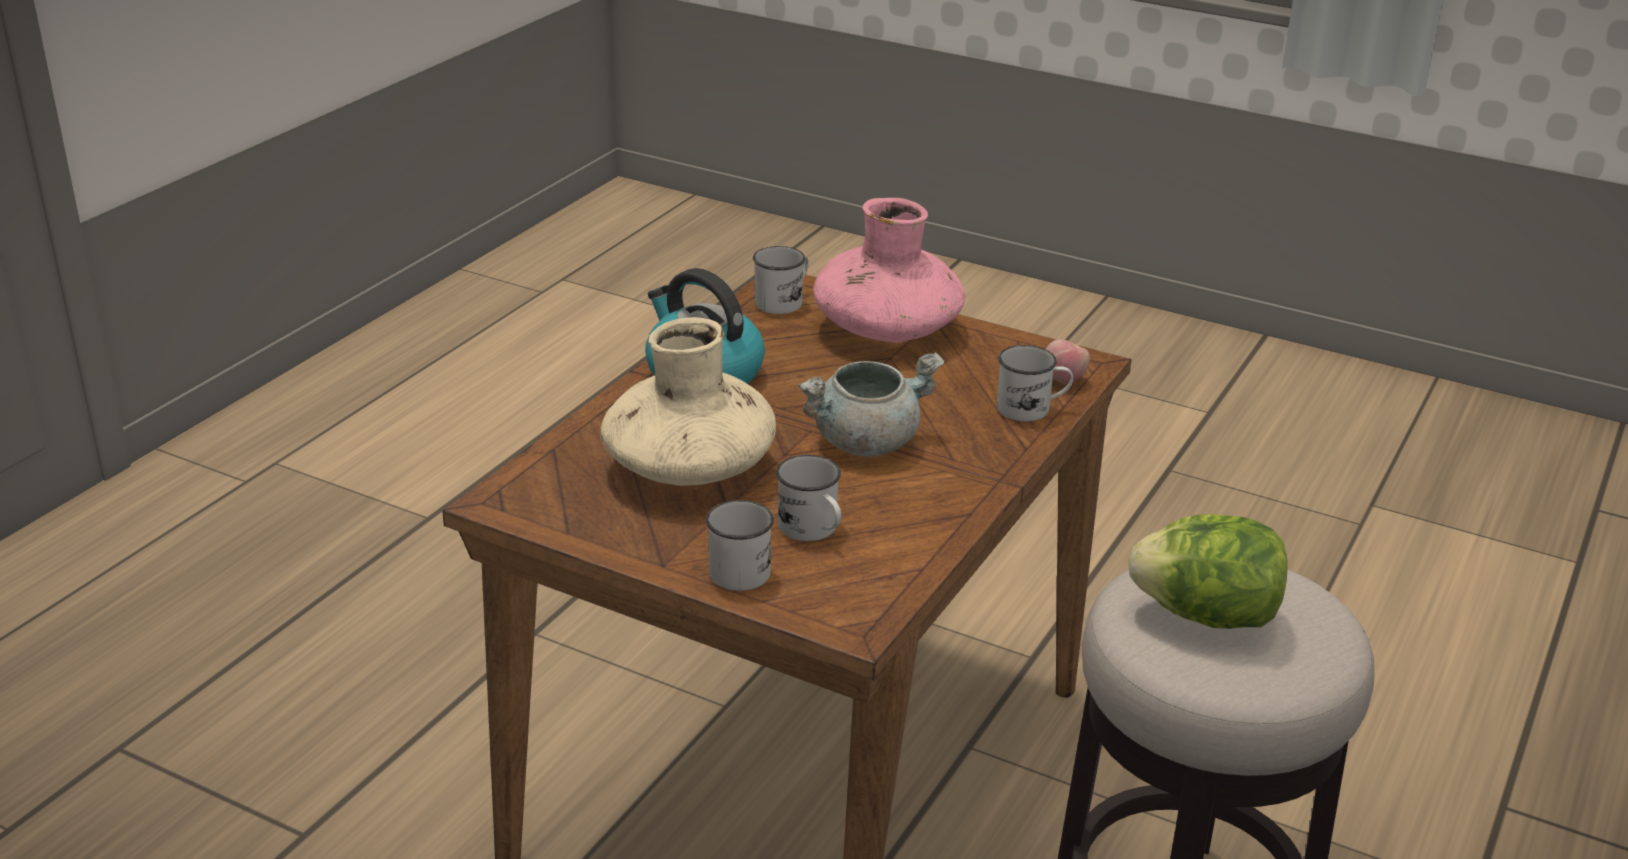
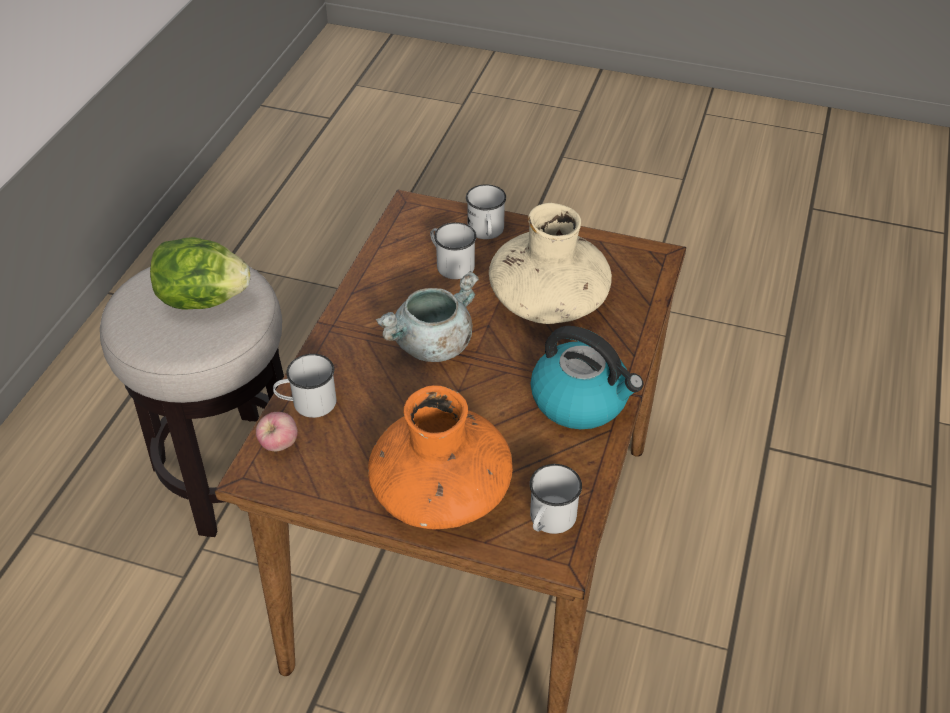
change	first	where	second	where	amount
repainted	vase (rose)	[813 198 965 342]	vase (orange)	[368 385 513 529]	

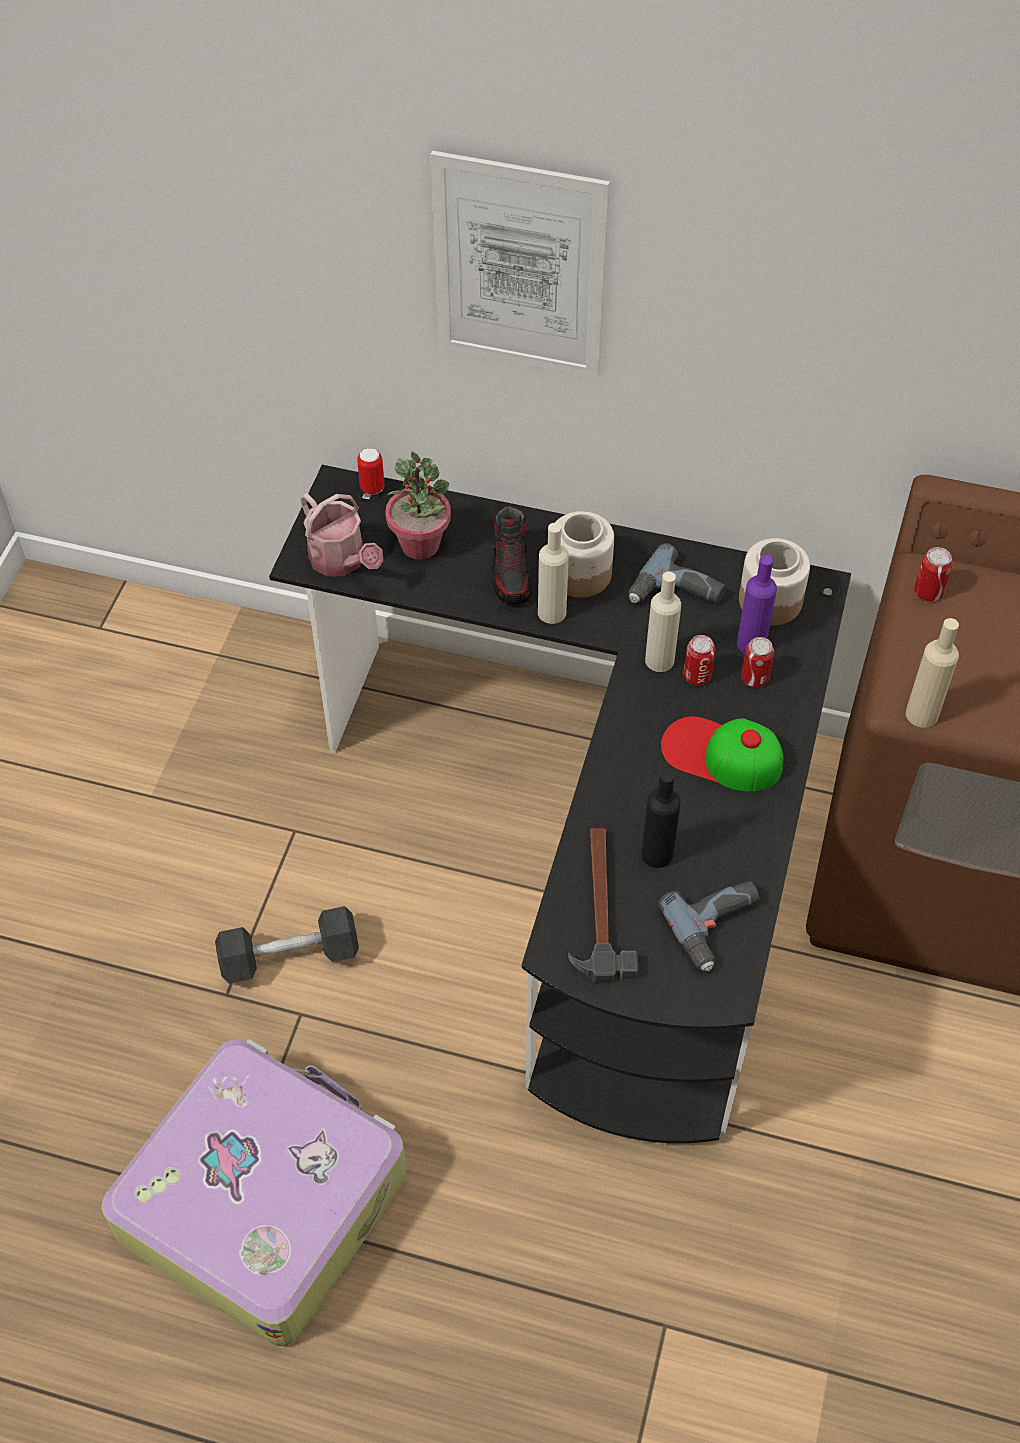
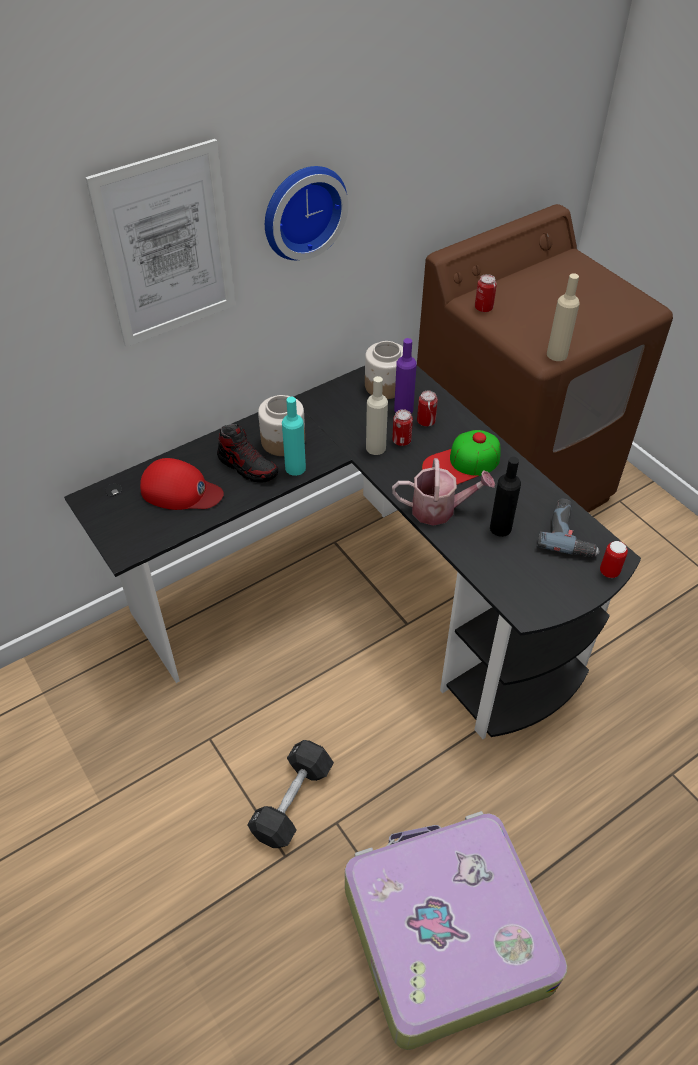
change	first	where	second	where	amount
shifted	arrosoir	[300 493 383 576]		[392 458 495 526]	
shifted	boîte métallique	[357 448 384 495]		[600 541 628 578]	
swapped	plante en pot	[385 451 451 559]	casquette (rouge)	[140 458 224 510]	
repainted	bouteille (beige)	[538 523 569 624]	bouteille (turquoise)	[282 397 306 476]	
gone	marteau	[568 828 638 982]			
gone	perceuse	[628 543 726 603]			
new			horloge murale	[265 166 348 260]	

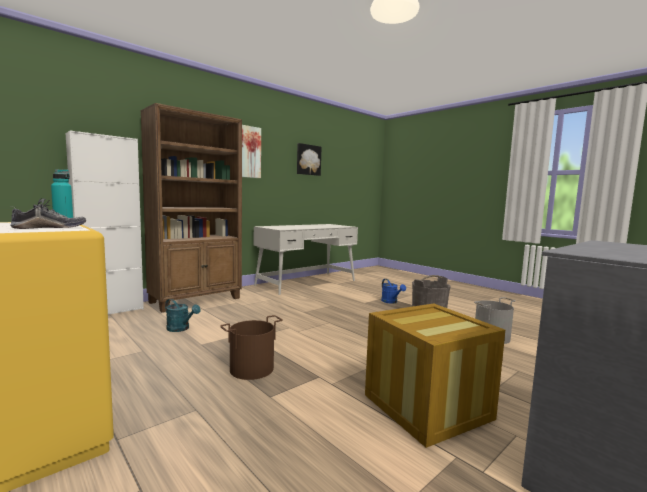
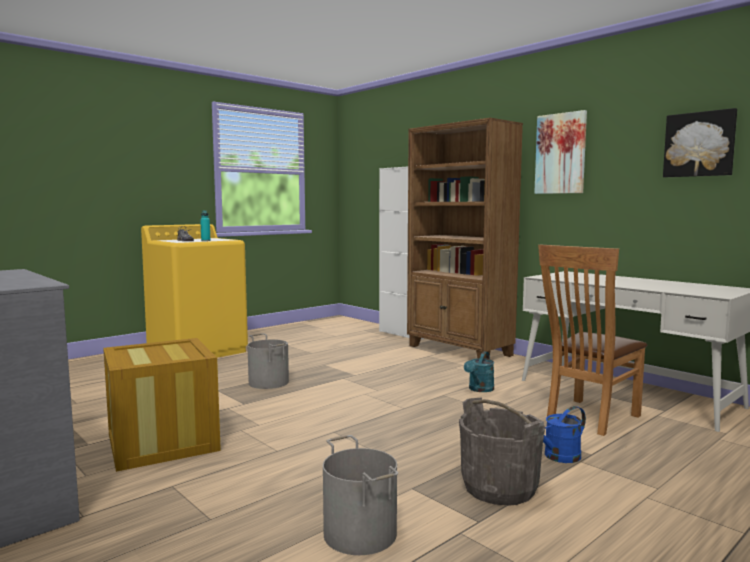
change	first	where	second	where	amount
shifted	arrosoir (turquoise)	[165 299 200 332]		[464 351 494 392]	
repainted	seau (marron)	[220 315 283 380]	seau (gris)	[248 333 289 389]	
new			chaise (marron)	[538 244 647 436]	

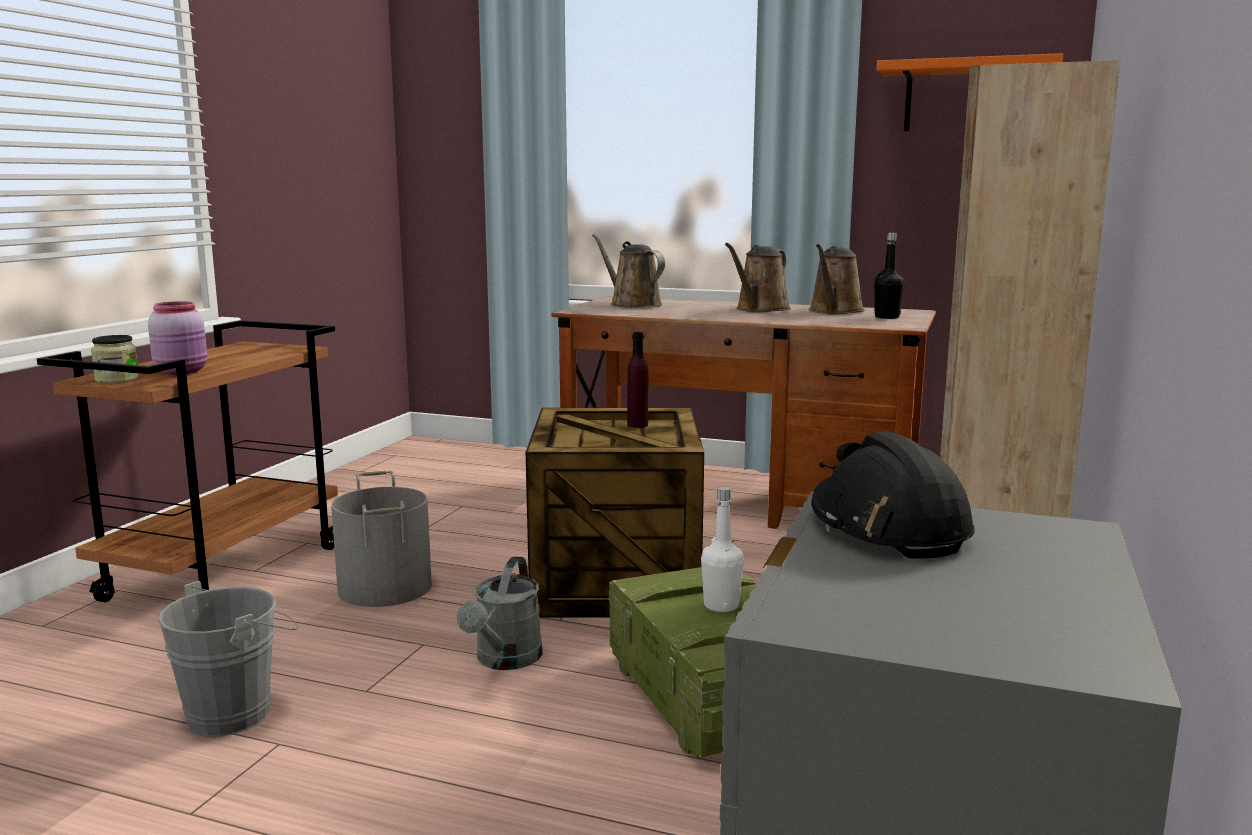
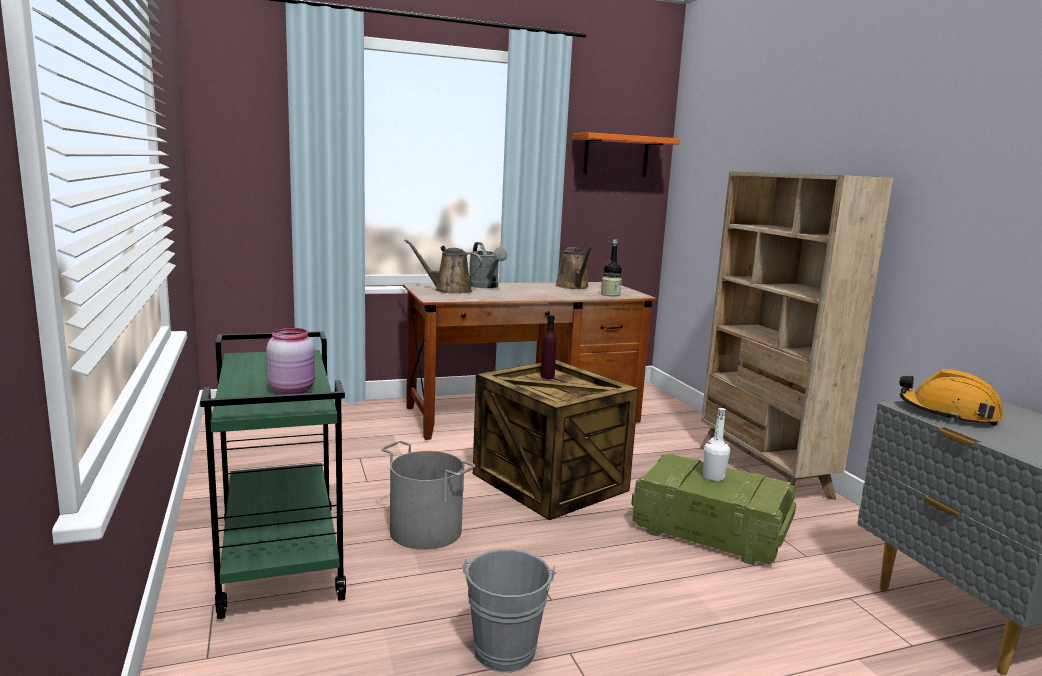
change	first	where	second	where	amount
repainted	chariot (marron)	[37 320 338 602]	chariot (vert)	[200 331 346 619]	
shifted	bocal	[91 335 139 383]		[601 273 622 296]	
shifted	arrosoir (gris)	[457 556 542 670]		[469 242 507 288]	
gone	arrosoir (marron)	[725 243 791 312]			
repainted	casque de chantier (noir)	[811 431 975 559]	casque de chantier (orange)	[900 369 1003 426]	

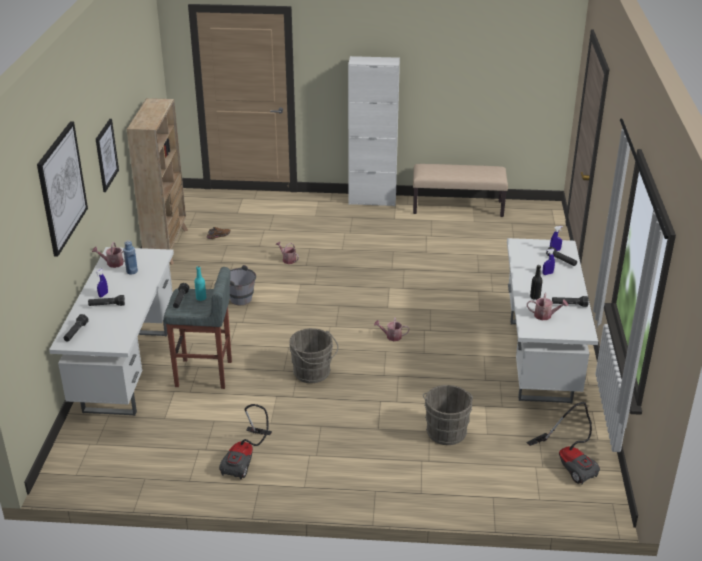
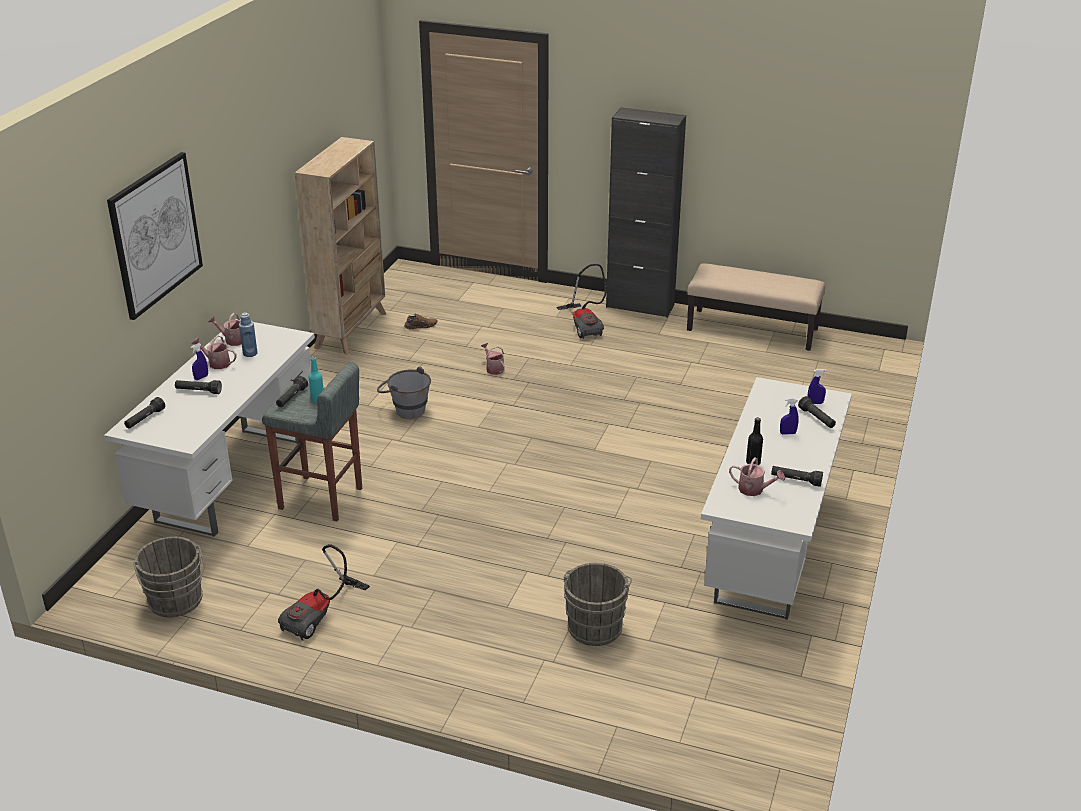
change	first	where	second	where	amount
gone	tableau	[96 119 119 192]			
shifted	seau (gris)	[289 328 338 383]		[133 537 205 617]	
repainted	meuble de rangement (blanc)	[348 56 400 207]	meuble de rangement (noir)	[606 107 686 318]	
shifted	arrosoir	[374 317 409 341]		[192 335 237 369]	
shifted	aspirateur	[527 402 600 485]		[557 264 607 339]	

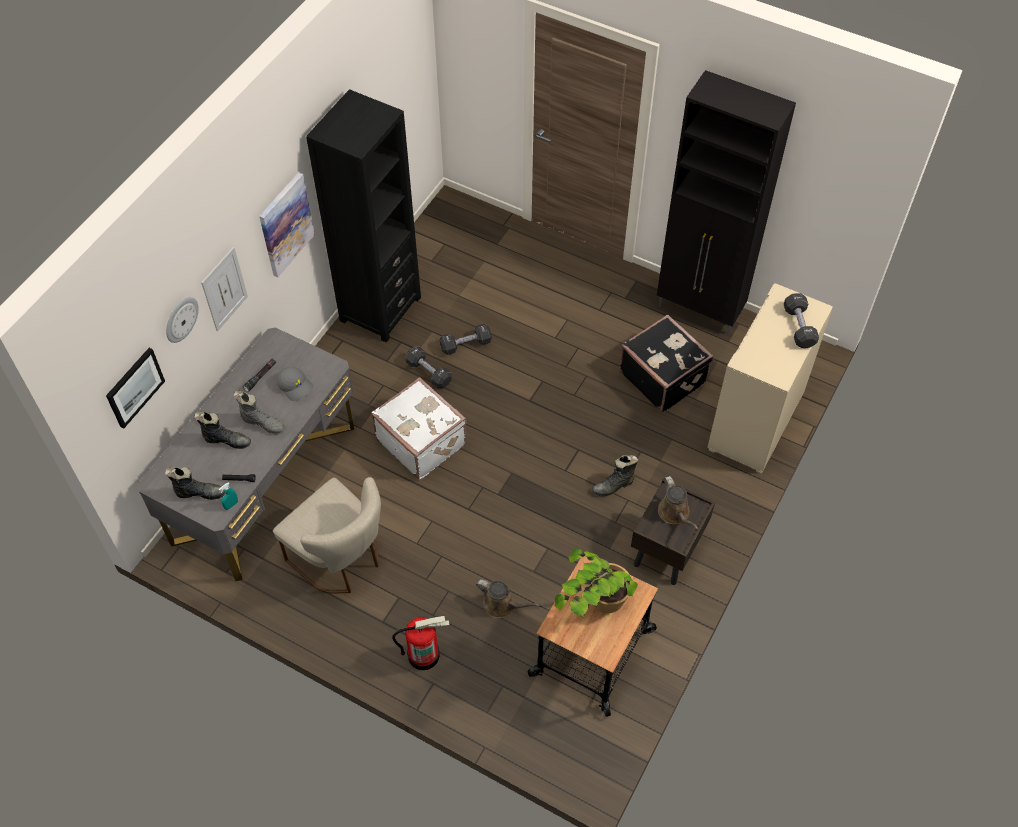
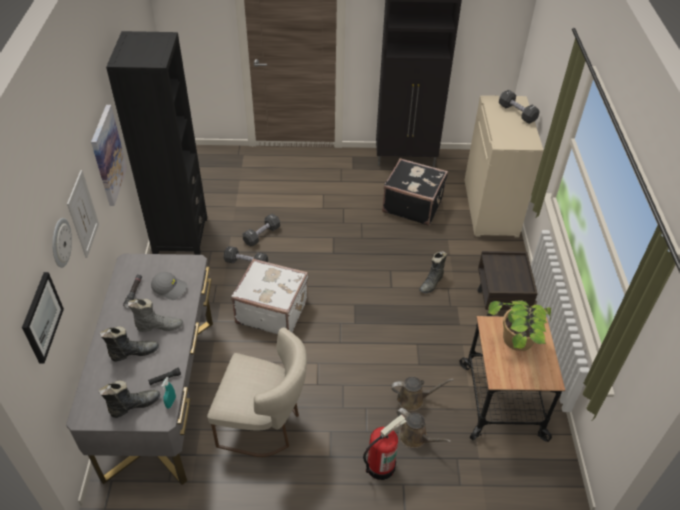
change	first	where	second	where	amount
shifted	arrosoir (marron)	[658 476 698 529]		[396 408 451 448]	

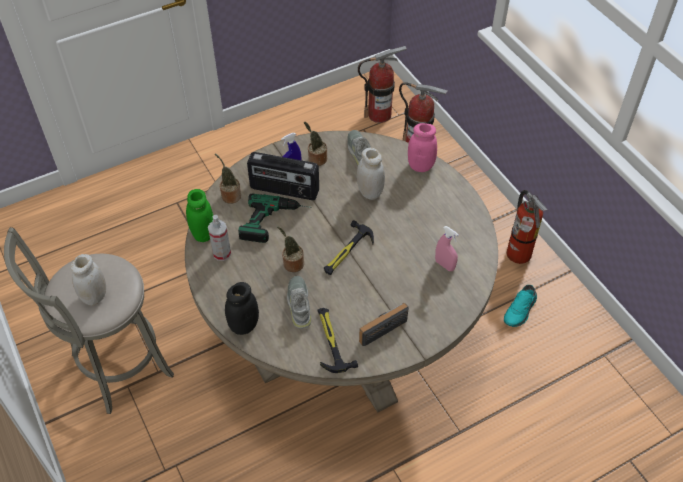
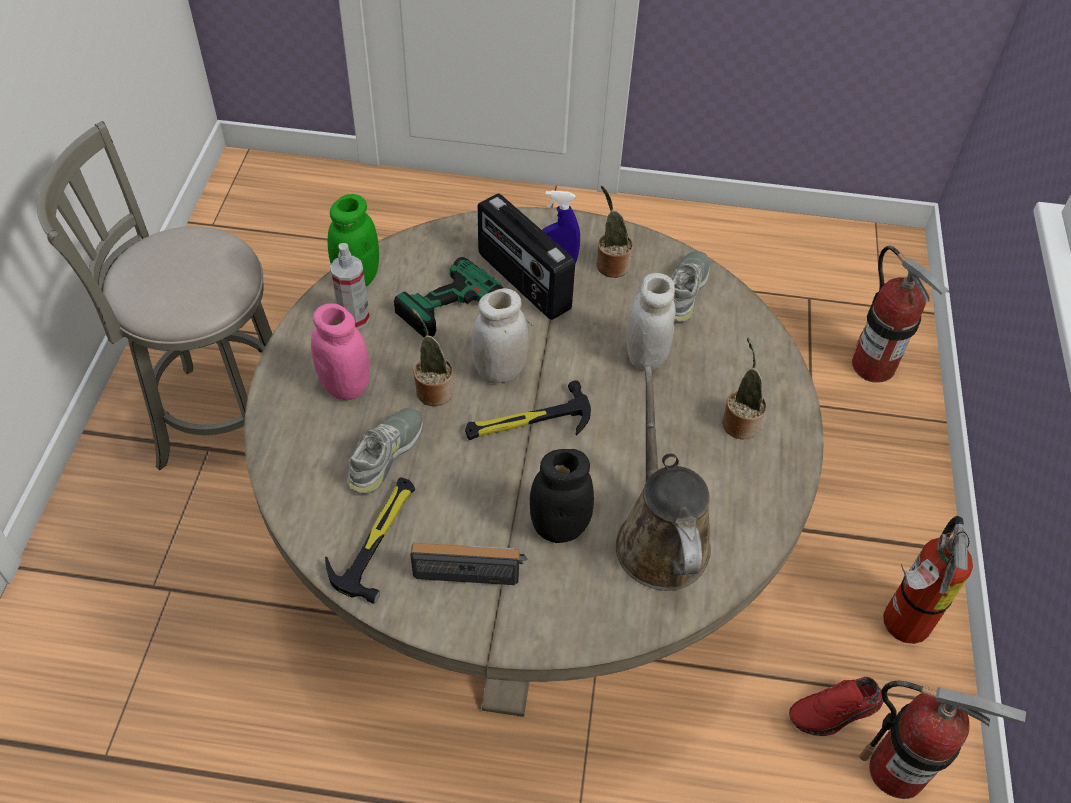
change	first	where	second	where	amount
shifted	bocal (blanc)	[70 254 106 306]		[472 288 528 384]	
shifted	plante en pot	[215 154 241 204]		[722 337 767 439]	
shifted	bocal (noir)	[225 282 259 335]		[530 449 594 543]	
shifted	extincteur	[358 46 407 123]		[860 680 1026 799]	
shifted	bocal (rose)	[408 123 437 172]		[311 303 370 400]	
swapped	vaporisateur (rose)	[435 226 459 271]	arrosoir (marron)	[616 366 711 591]	
repainted	chaussure (turquoise)	[504 285 537 327]	chaussure (rouge)	[789 677 884 736]	

